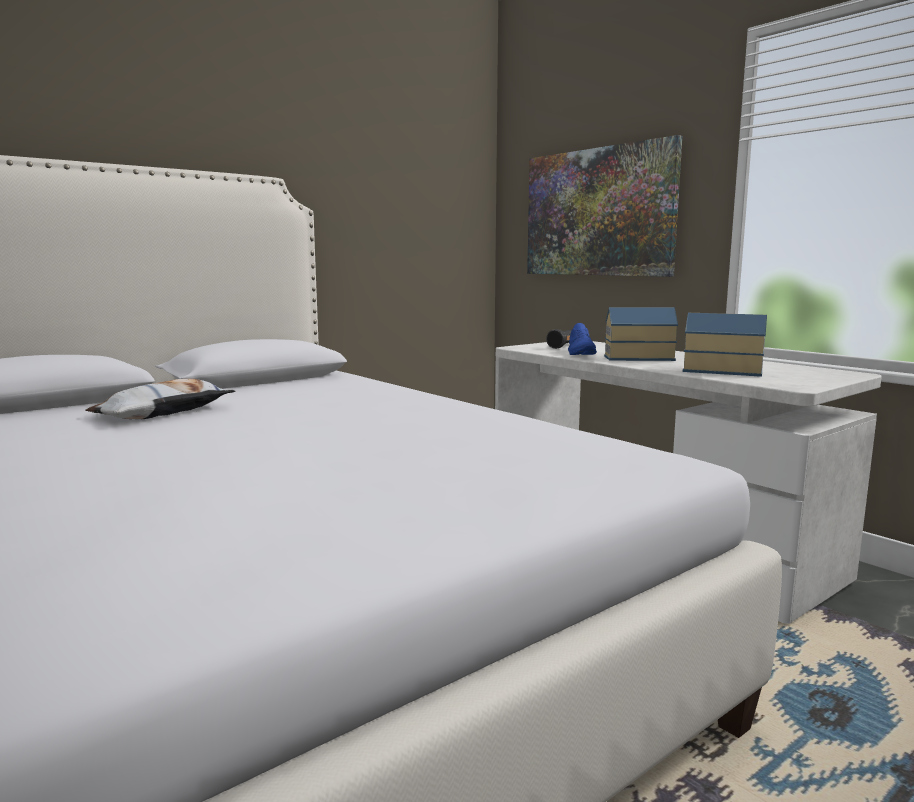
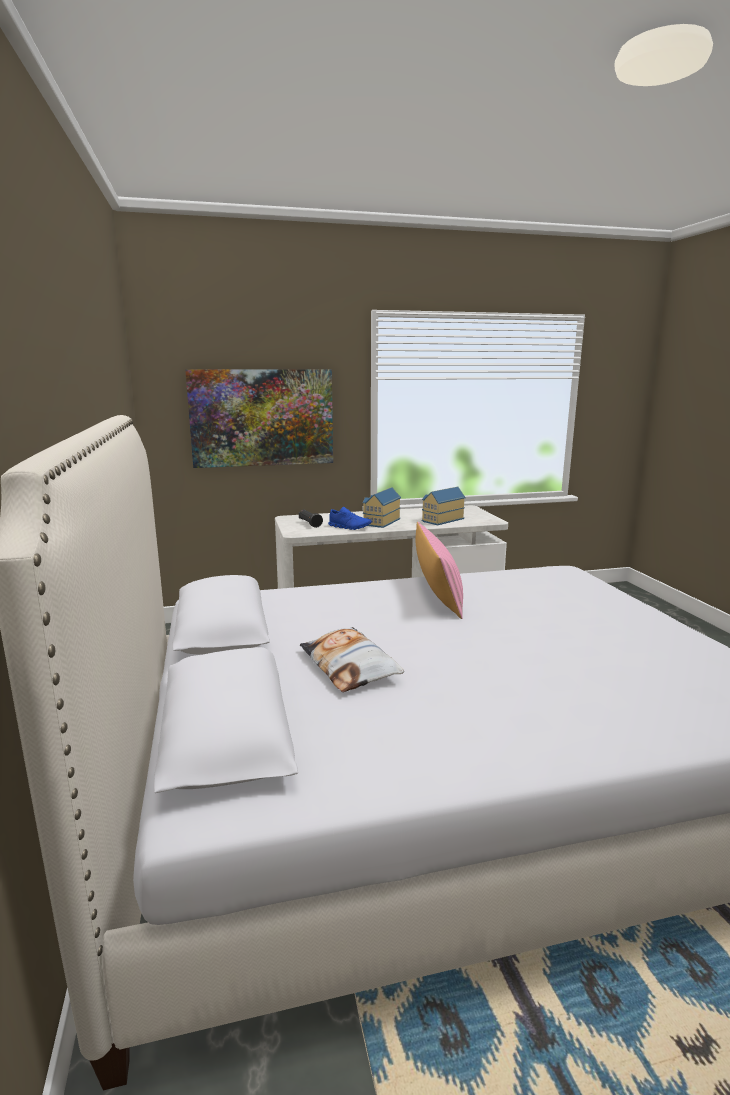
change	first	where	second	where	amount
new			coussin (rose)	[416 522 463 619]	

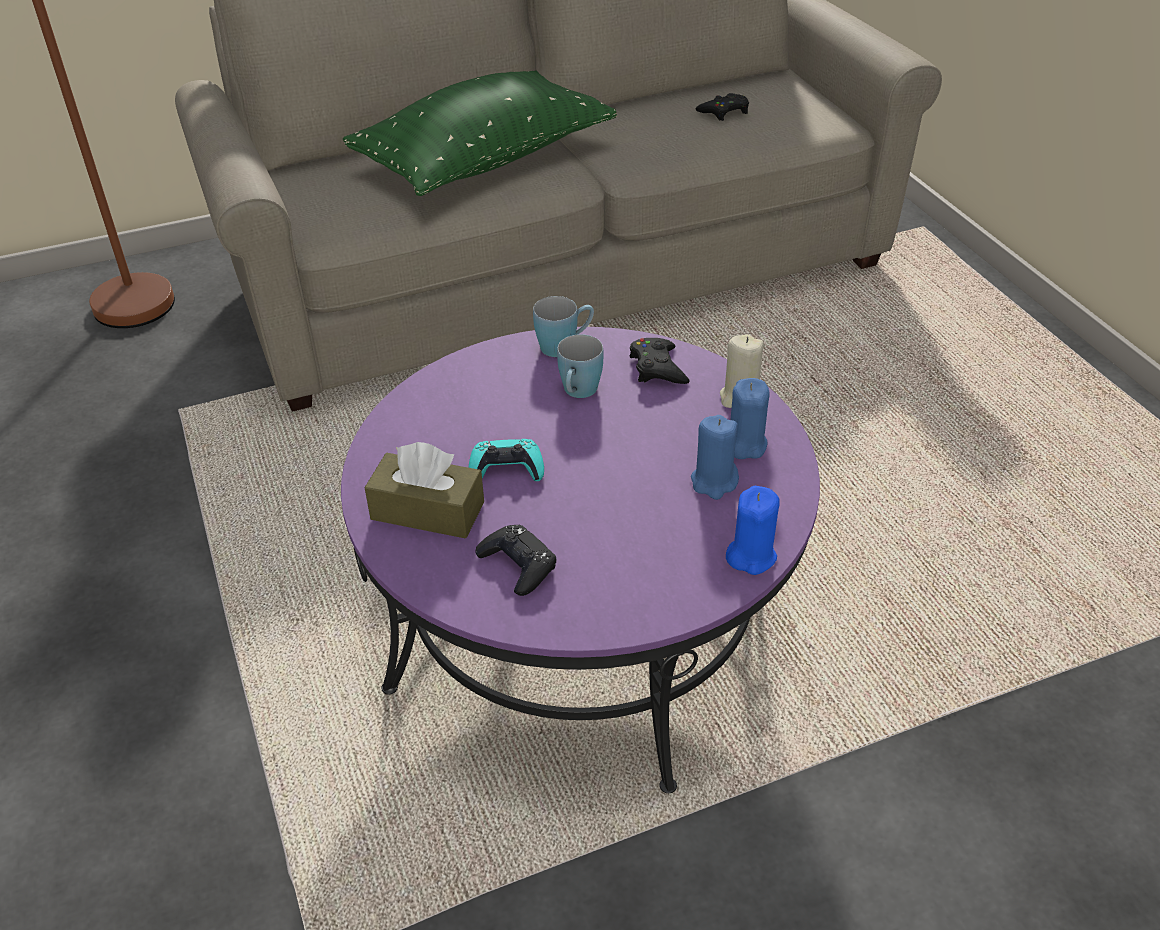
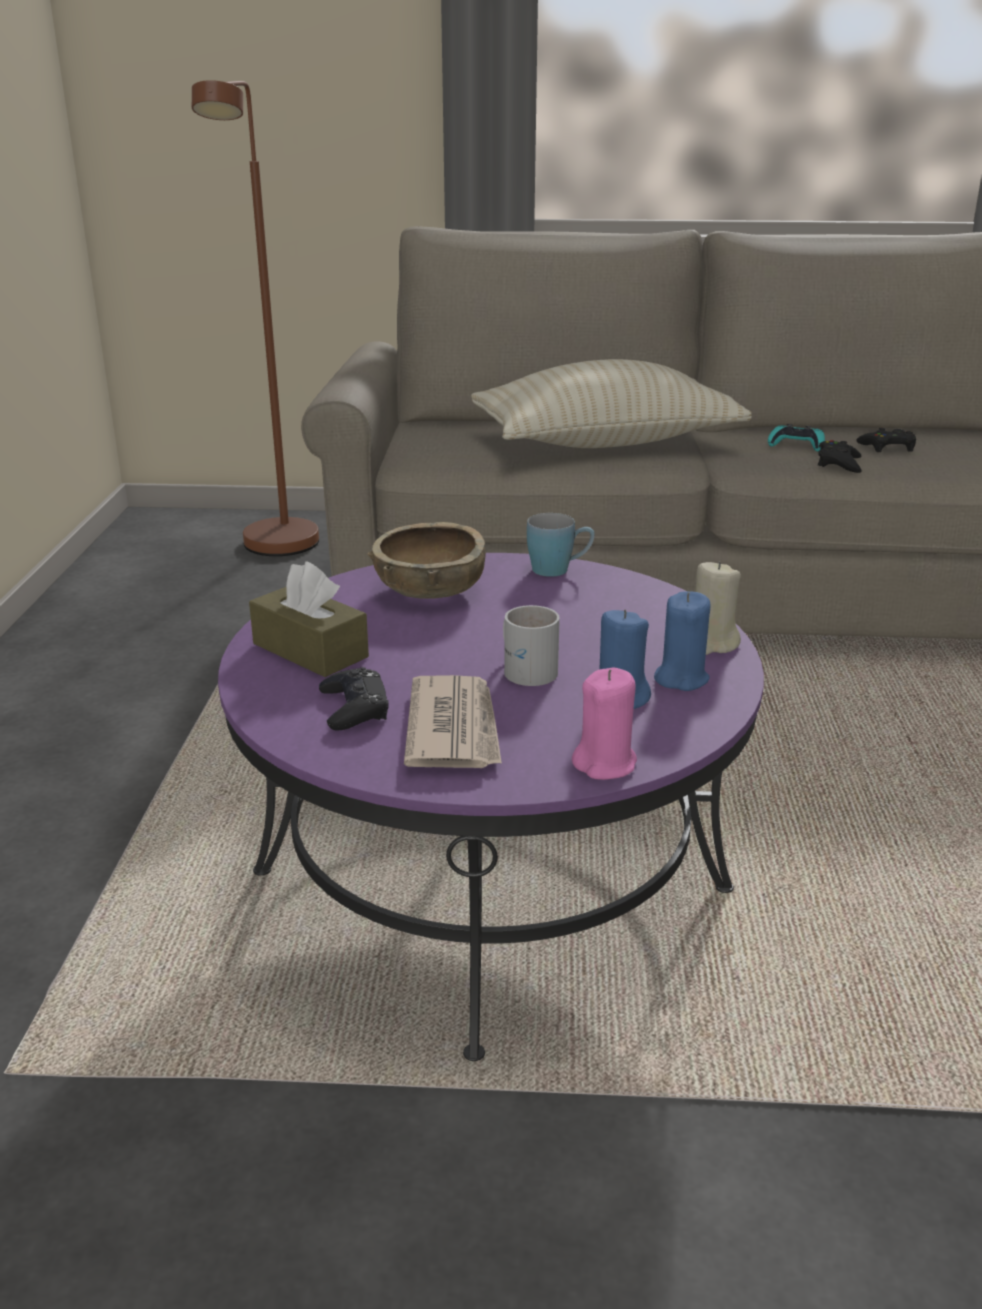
change	first	where	second	where	amount
repainted	coussin (vert)	[343 70 617 196]	coussin (beige)	[471 359 752 448]	
shifted	manette (turquoise)	[468 439 544 481]		[768 424 825 451]	
gone	mug (bleu)	[557 334 604 398]			
shifted	manette (noir)	[630 338 690 384]		[818 440 862 473]	
repainted	bougie (bleu)	[726 486 780 575]	bougie (rose)	[572 667 637 780]	
new			bol (marron)	[367 522 486 599]	
new			journal	[404 675 502 768]	
new			mug (blanc)	[503 605 560 686]	

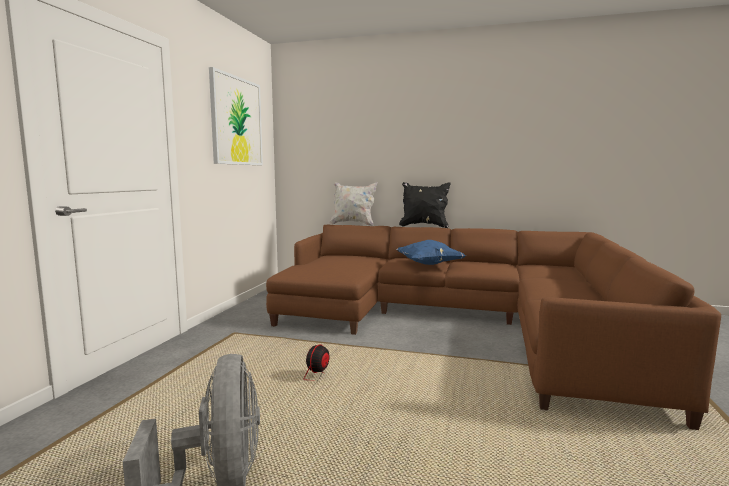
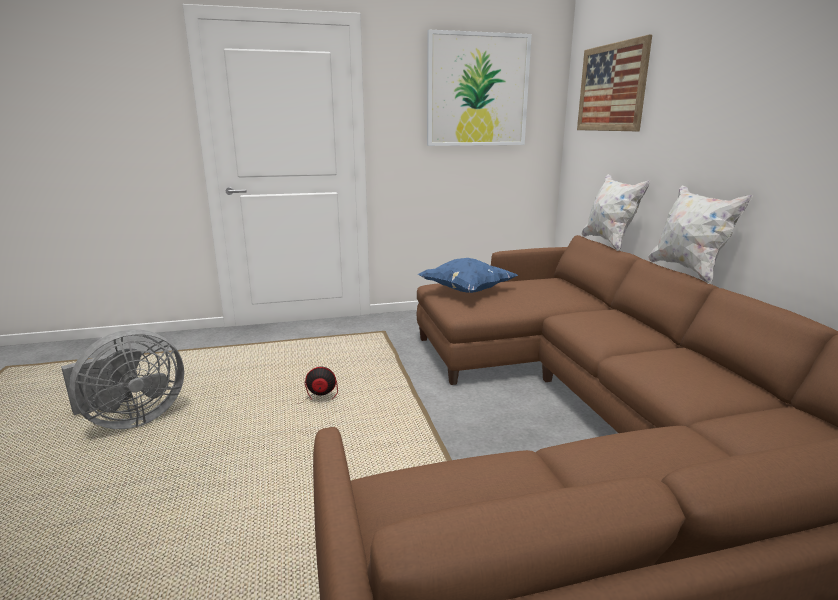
change	first	where	second	where	amount
shifted	coussin (bleu)	[396 240 466 265]		[418 258 518 293]	
repainted	coussin (noir)	[399 182 451 228]	coussin (blanc)	[648 185 753 284]	
new			tableau	[577 35 652 131]	

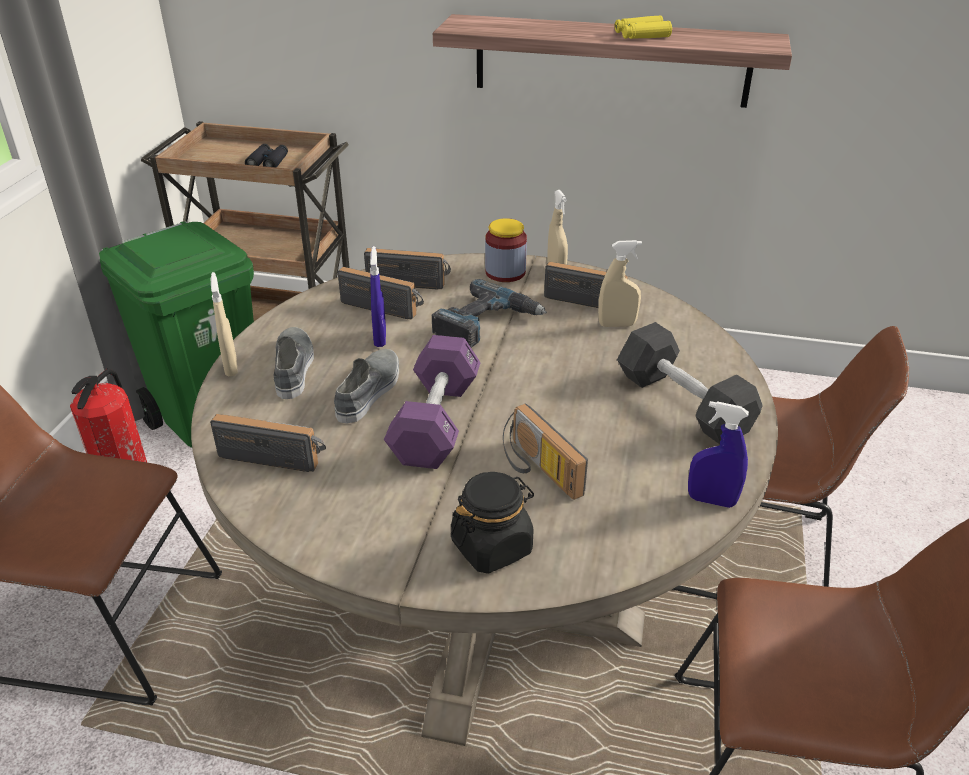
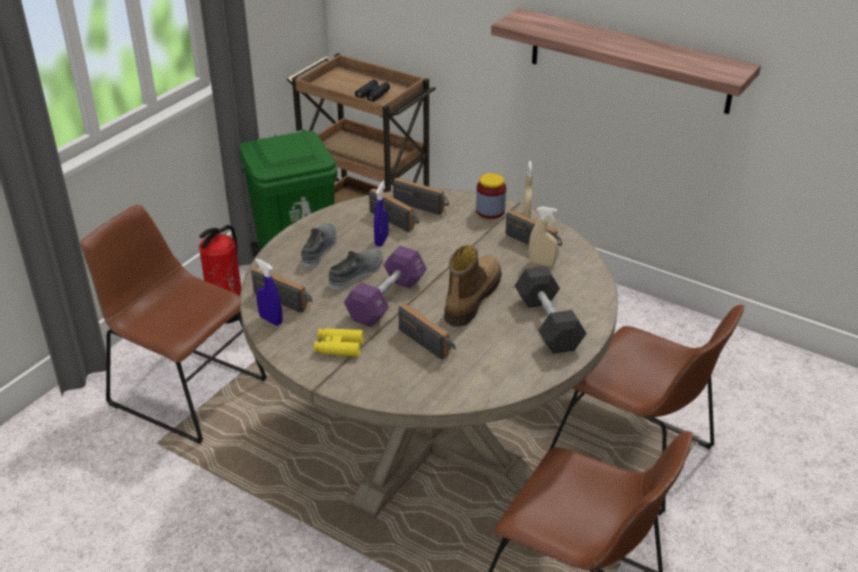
change	first	where	second	where	amount
gone	vaporisateur (beige)	[210 272 238 376]			
gone	perceuse	[432 279 547 348]			
gone	bocal (noir)	[451 472 534 574]			
rotated	radio	[503 403 588 500]		[398 304 456 360]	150 degrees clockwise
shifted	jumelles (jaune)	[615 15 672 39]		[314 328 363 357]	
shifted	vaporisateur (bleu)	[688 401 749 508]		[255 258 283 326]	
new			botte	[444 245 502 327]	

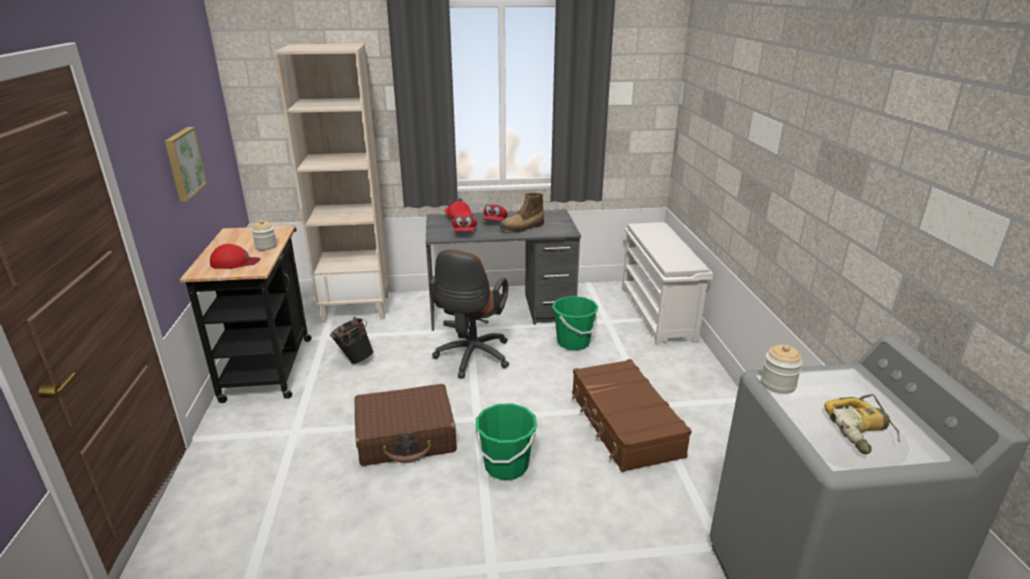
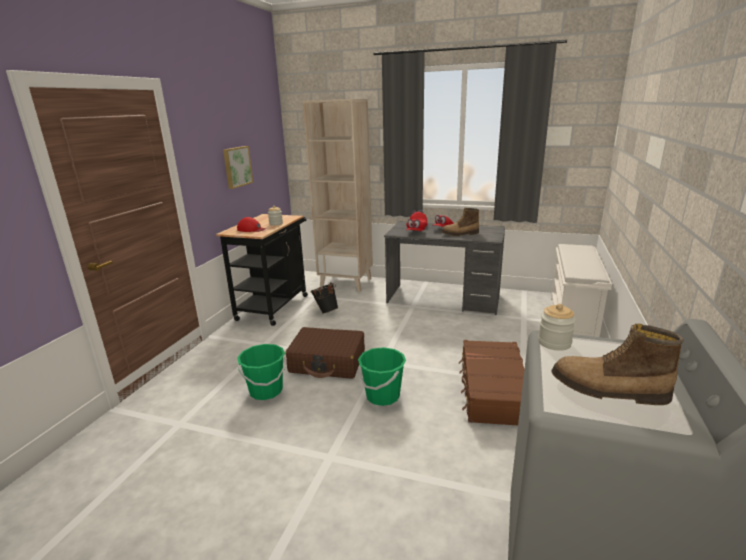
change	first	where	second	where	amount
gone	chaise de bureau (marron)	[429 249 509 379]			
shifted	seau (vert)	[552 296 599 351]		[237 344 287 400]	
swapped	perceuse	[824 394 900 454]	botte	[551 324 684 405]	

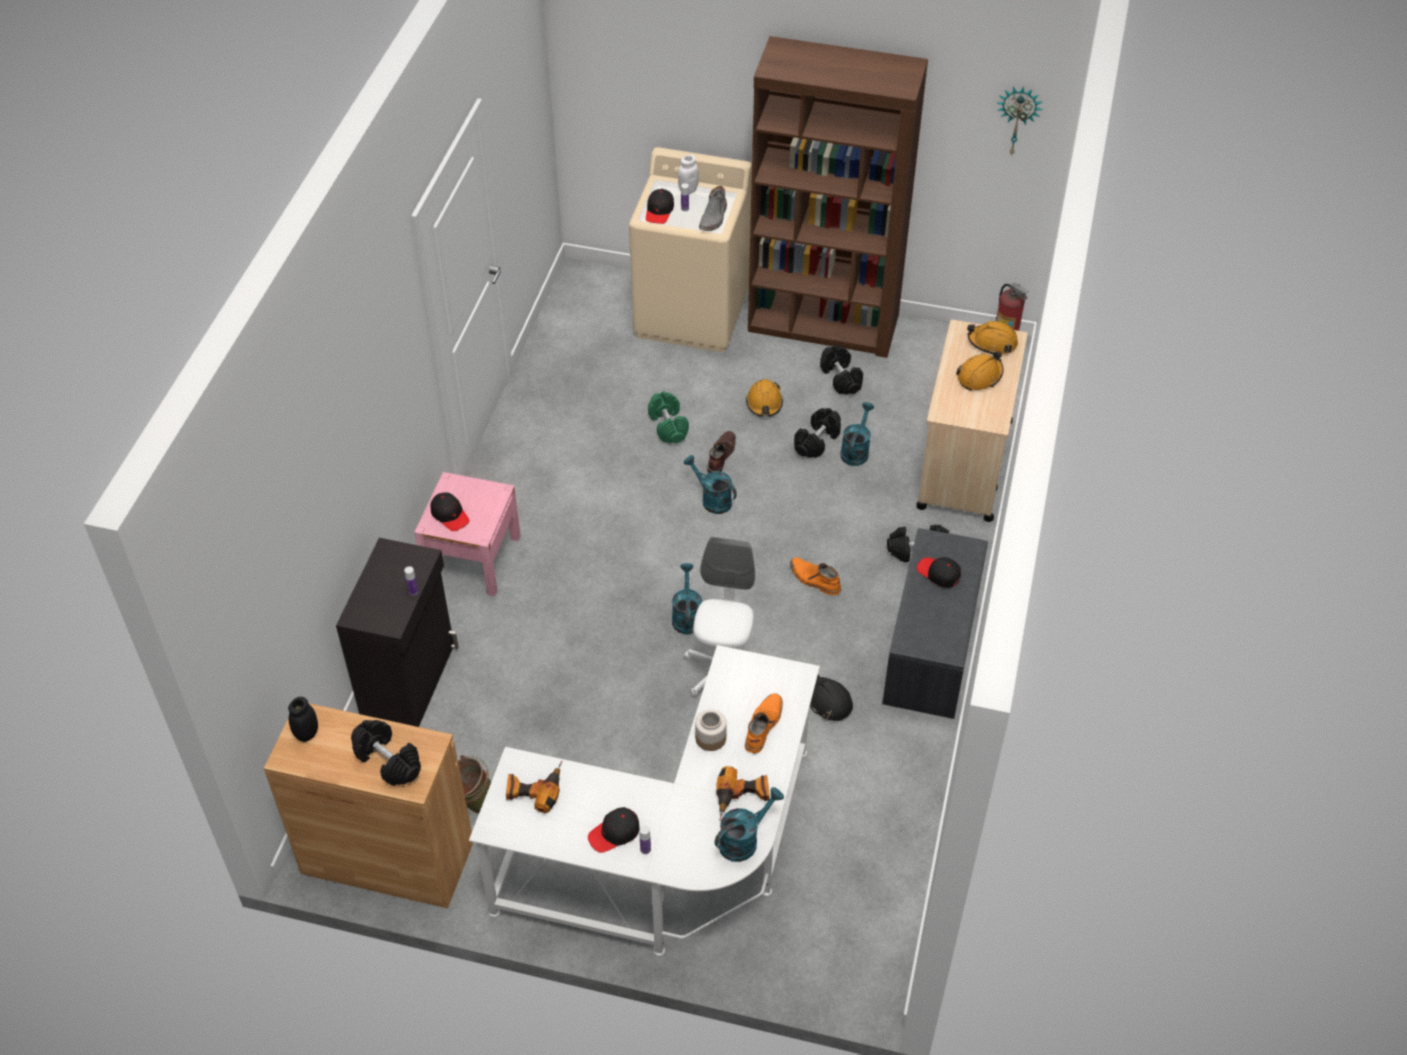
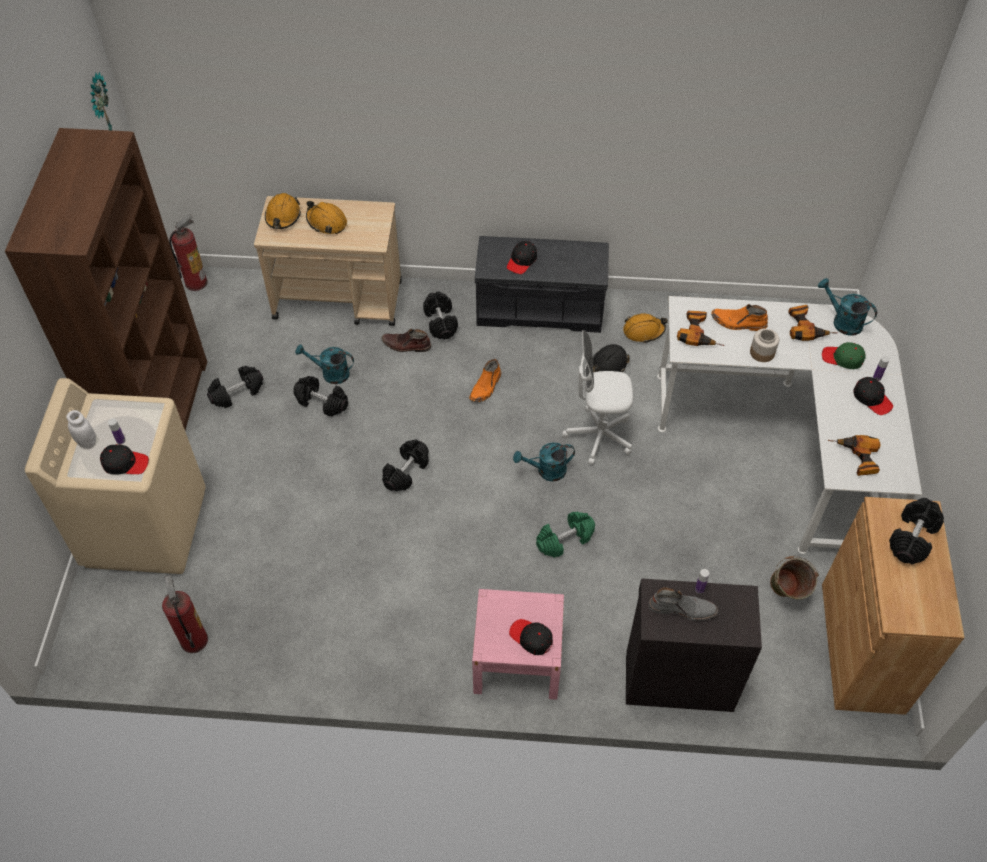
change	first	where	second	where	amount
gone	bocal (noir)	[288 697 318 742]			
rotated	casquette (noir)	[430 492 470 531]		[509 619 553 655]	90 degrees counterclockwise
shifted	haltère (vert)	[648 391 689 443]		[536 512 595 558]	
swapped	arrosoir (turquoise)	[683 455 737 514]	haltère (noir)	[382 439 429 492]	
shifted	botte (gris)	[699 186 727 231]		[649 587 718 621]	
shifted	botte (marron)	[707 431 736 473]		[382 329 431 352]	
shifted	casque de chantier (orange)	[746 379 783 417]		[623 313 668 343]	
new			extincteur	[162 576 208 653]	
new			perceuse	[677 311 724 346]	
new			casquette (vert)	[822 342 866 369]	

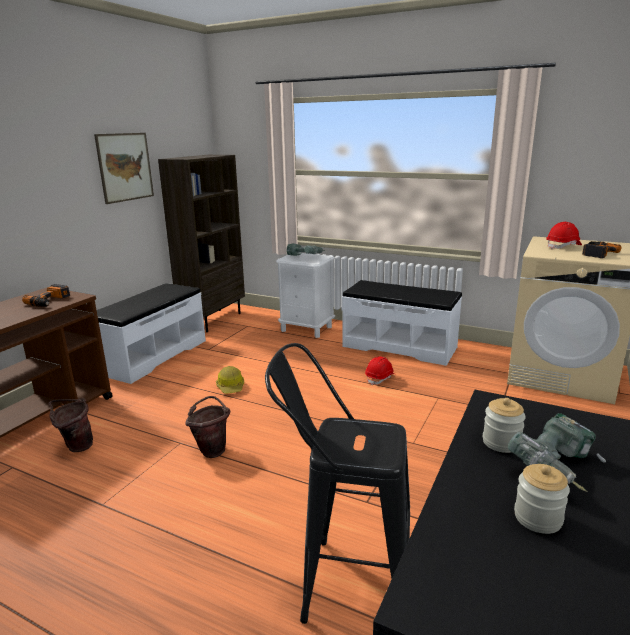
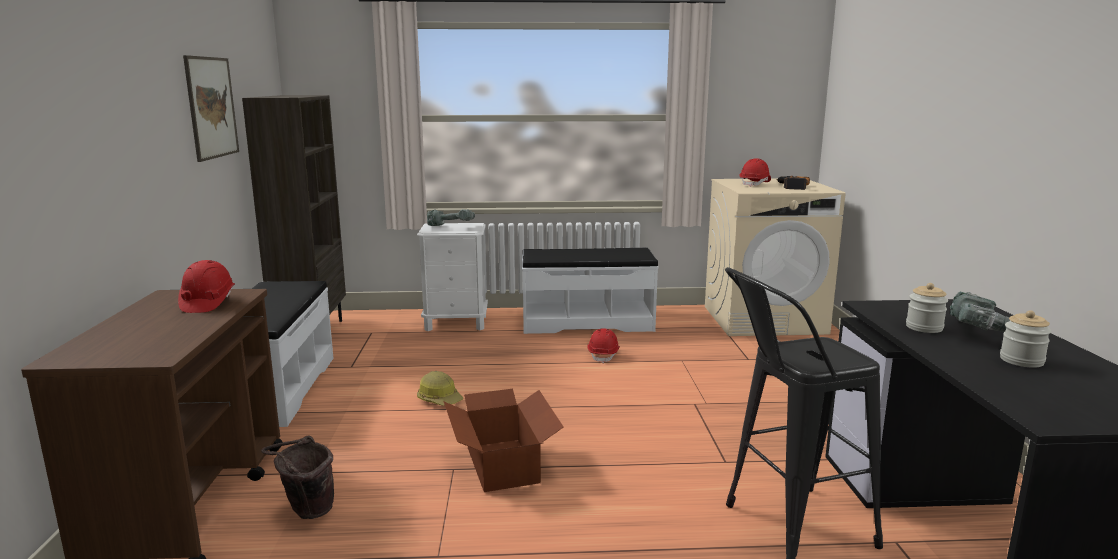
change	first	where	second	where	amount
swapped	perceuse	[22 284 70 307]	casque de chantier (rouge)	[178 260 235 313]	
swapped	seau (marron)	[185 396 230 458]	carton	[444 389 564 492]	

